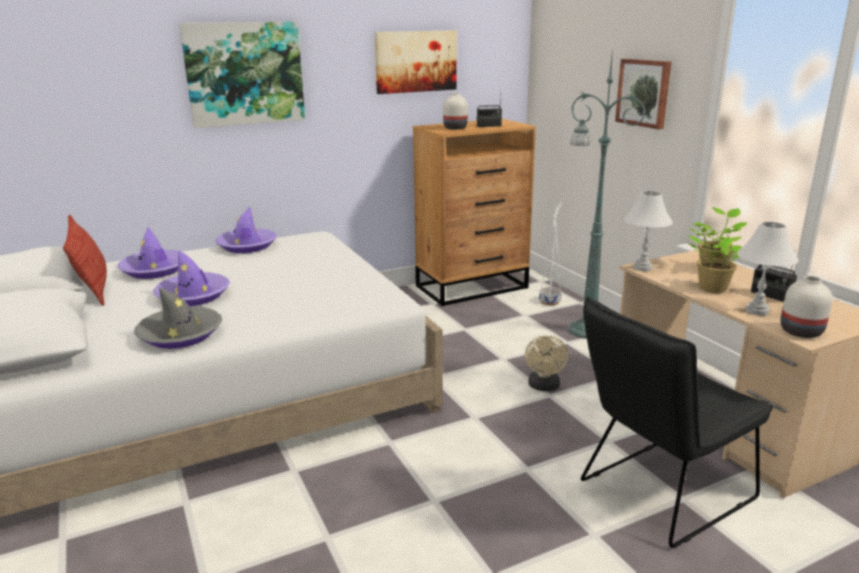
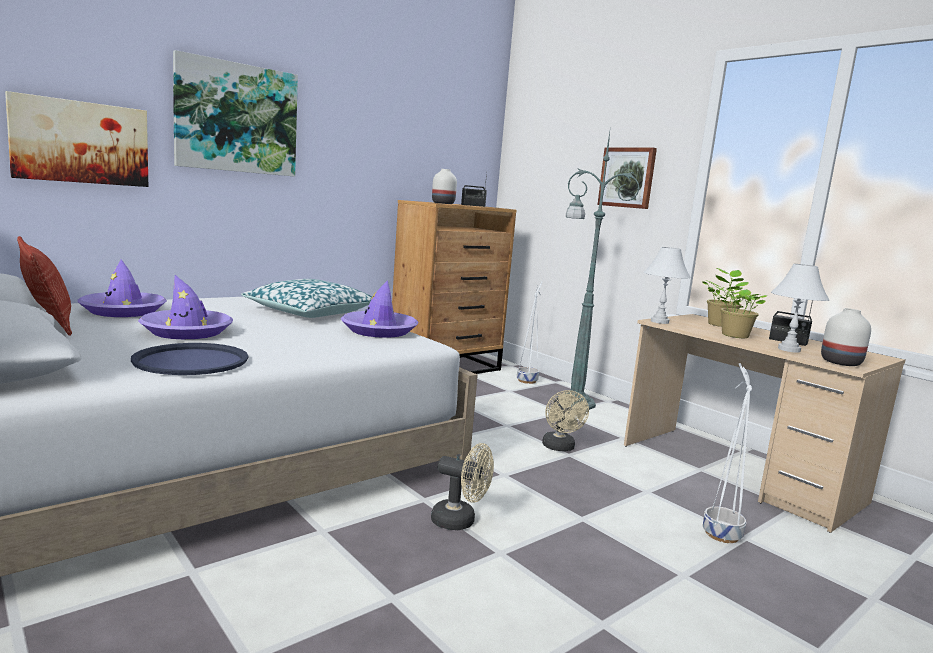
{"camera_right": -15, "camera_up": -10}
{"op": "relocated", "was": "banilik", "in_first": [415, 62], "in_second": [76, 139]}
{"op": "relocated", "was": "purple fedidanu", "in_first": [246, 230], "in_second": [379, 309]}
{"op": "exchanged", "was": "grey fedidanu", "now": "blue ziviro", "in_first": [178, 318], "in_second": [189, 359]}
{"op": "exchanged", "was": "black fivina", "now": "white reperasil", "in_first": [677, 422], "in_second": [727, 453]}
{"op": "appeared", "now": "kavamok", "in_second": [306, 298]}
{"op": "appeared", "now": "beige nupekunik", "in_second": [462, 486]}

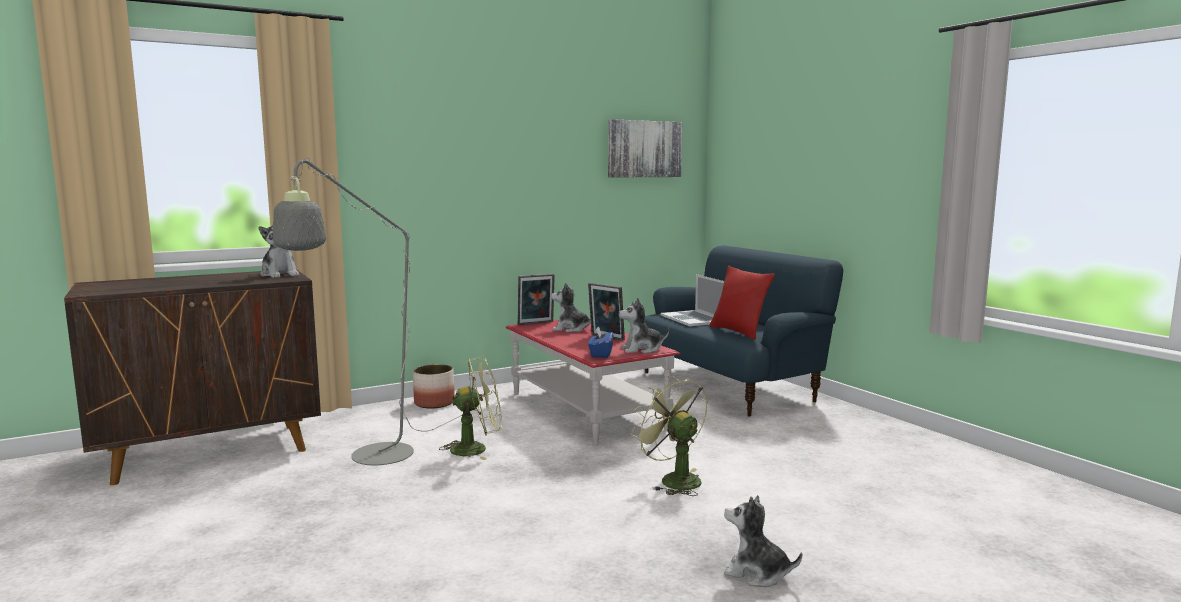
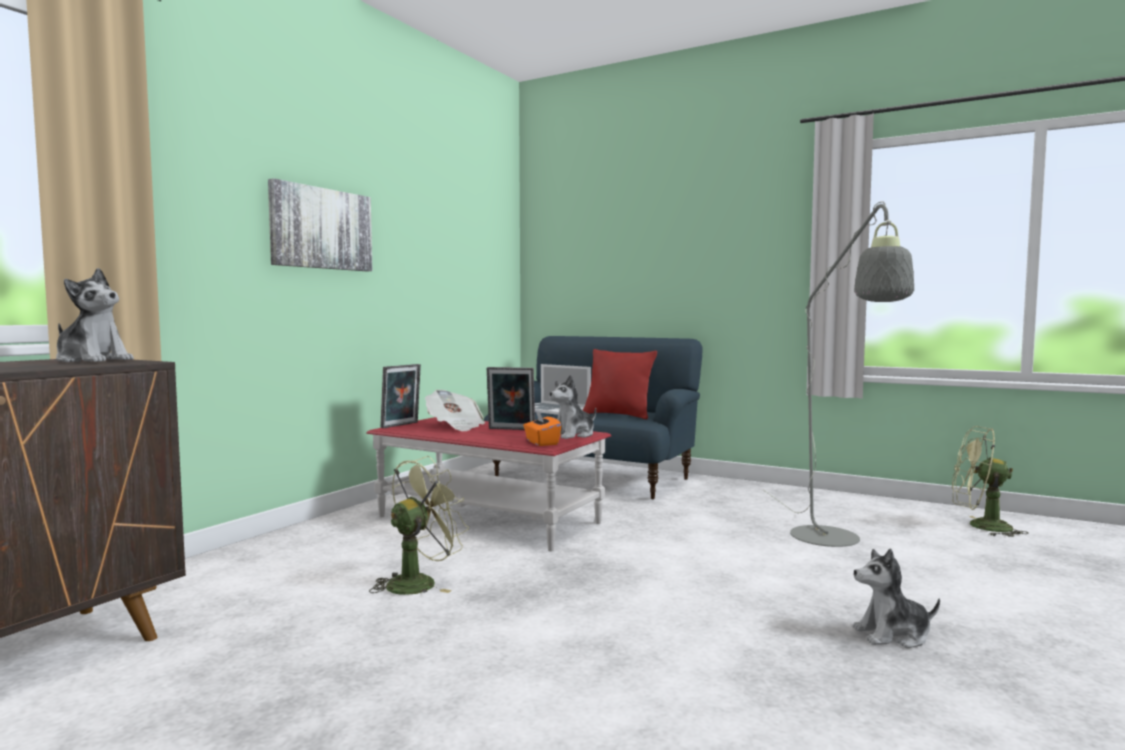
{"camera_right": -30, "camera_up": -5}
{"op": "relocated", "was": "banilik", "in_first": [645, 148], "in_second": [320, 224]}
{"op": "relocated", "was": "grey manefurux", "in_first": [376, 311], "in_second": [838, 374]}
{"op": "exchanged", "was": "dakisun", "now": "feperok", "in_first": [571, 307], "in_second": [455, 410]}
{"op": "colour", "was": "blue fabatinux", "now": "orange fabatinux", "in_first": [601, 342], "in_second": [542, 428]}
{"op": "missing", "was": "reperasil", "in_first": [434, 386]}
{"op": "relocated", "was": "green nupekunik", "in_first": [669, 436], "in_second": [990, 481]}

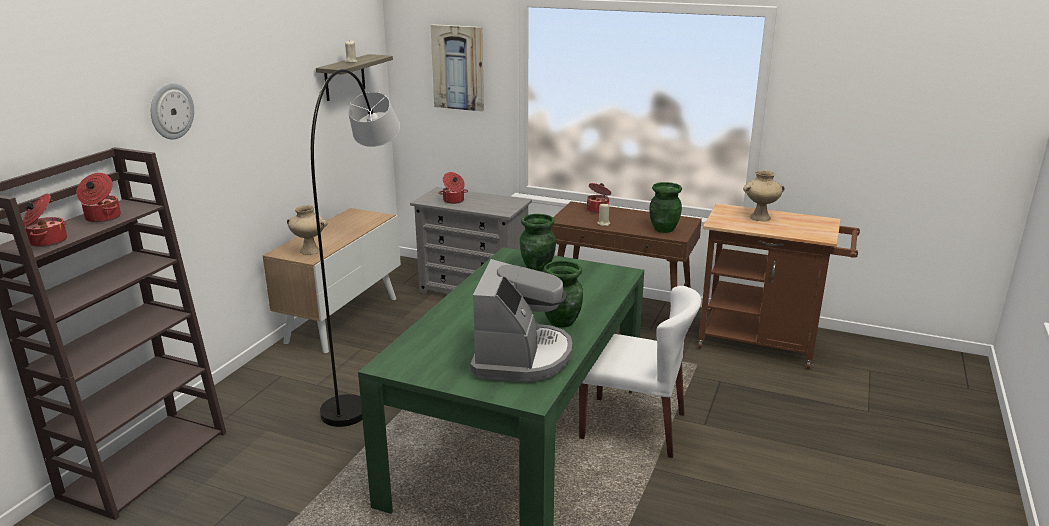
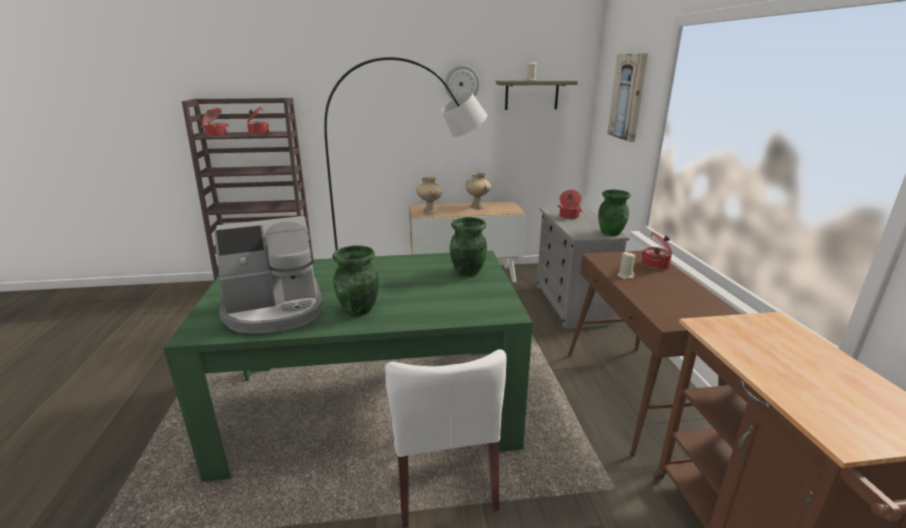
{"camera_right": 60, "camera_up": 0}
{"op": "relocated", "was": "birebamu", "in_first": [172, 111], "in_second": [462, 82]}
{"op": "relocated", "was": "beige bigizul", "in_first": [764, 196], "in_second": [478, 191]}
{"op": "relocated", "was": "green bigizul", "in_first": [665, 207], "in_second": [614, 213]}

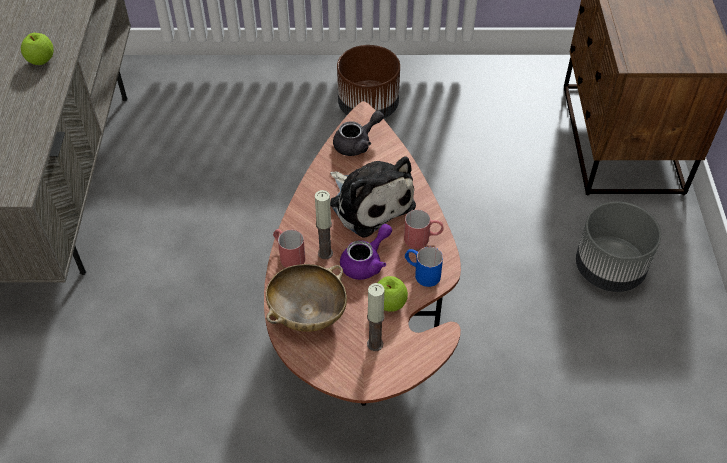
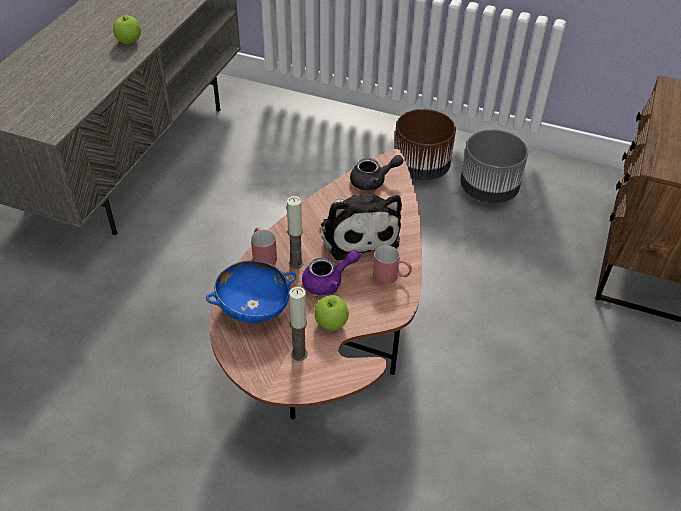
{"camera_right": 20, "camera_up": -5}
{"op": "relocated", "was": "grey reperasil", "in_first": [618, 246], "in_second": [494, 166]}
{"op": "missing", "was": "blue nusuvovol", "in_first": [424, 267]}
{"op": "colour", "was": "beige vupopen", "now": "blue vupopen", "in_first": [306, 298], "in_second": [251, 291]}

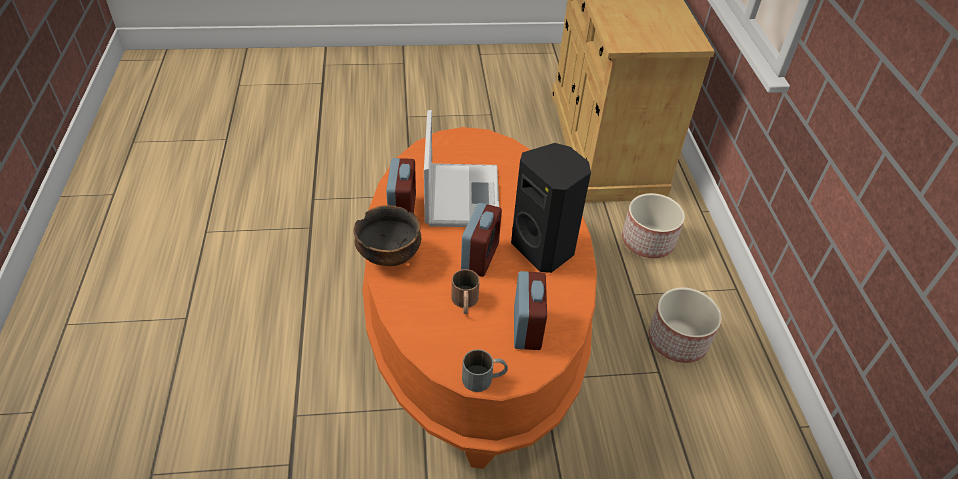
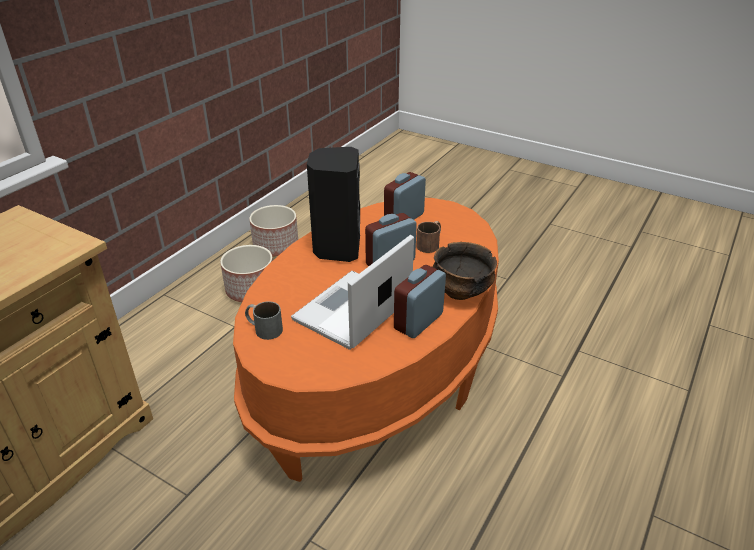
{"camera_right": -140, "camera_up": -10}
{"op": "relocated", "was": "reperasil", "in_first": [653, 225], "in_second": [273, 231]}
{"op": "relocated", "was": "grey nusuvovol", "in_first": [485, 370], "in_second": [264, 320]}

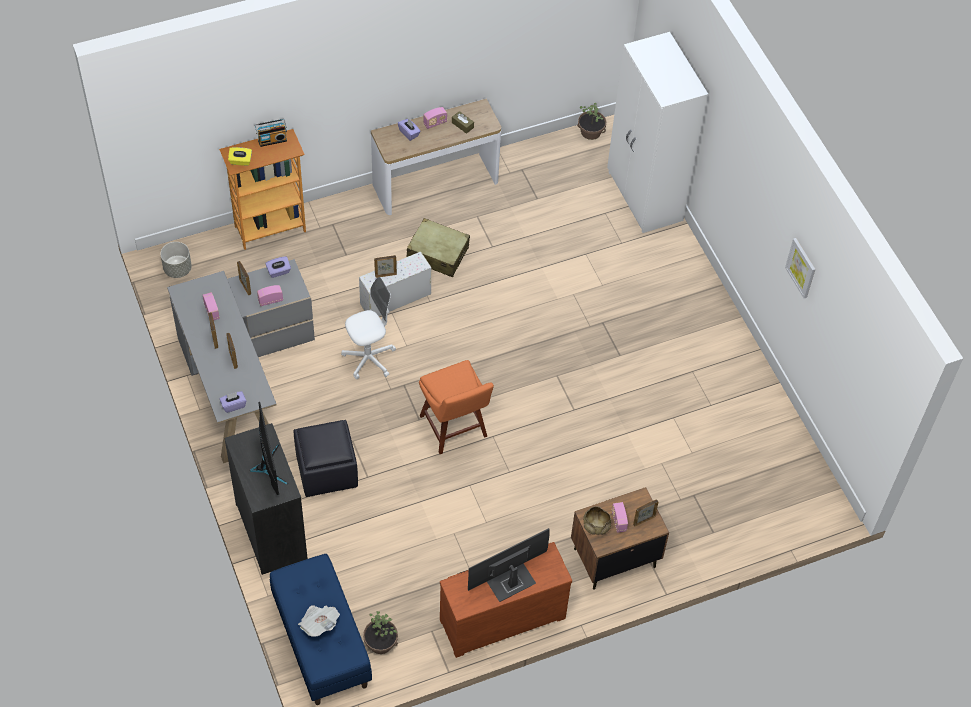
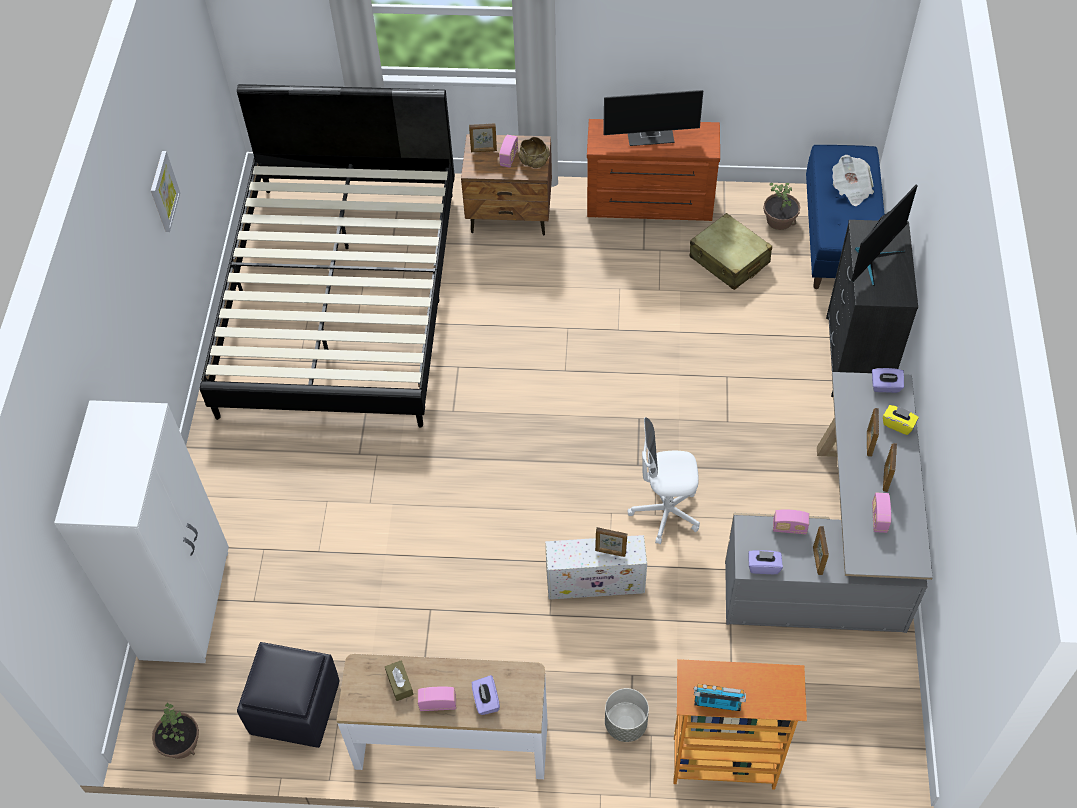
{"camera_right": -150, "camera_up": 0}
{"op": "relocated", "was": "yellow fabatinux", "in_first": [240, 156], "in_second": [901, 420]}
{"op": "relocated", "was": "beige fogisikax", "in_first": [438, 247], "in_second": [731, 251]}
{"op": "relocated", "was": "grey reperasil", "in_first": [176, 260], "in_second": [627, 715]}
{"op": "missing", "was": "orange fivina", "in_first": [456, 407]}
{"op": "spun", "was": "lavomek", "in_first": [269, 448], "in_second": [884, 235], "clockwise": -150}
{"op": "relocated", "was": "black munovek", "in_first": [326, 458], "in_second": [288, 695]}
{"op": "appeared", "now": "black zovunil", "in_second": [327, 256]}

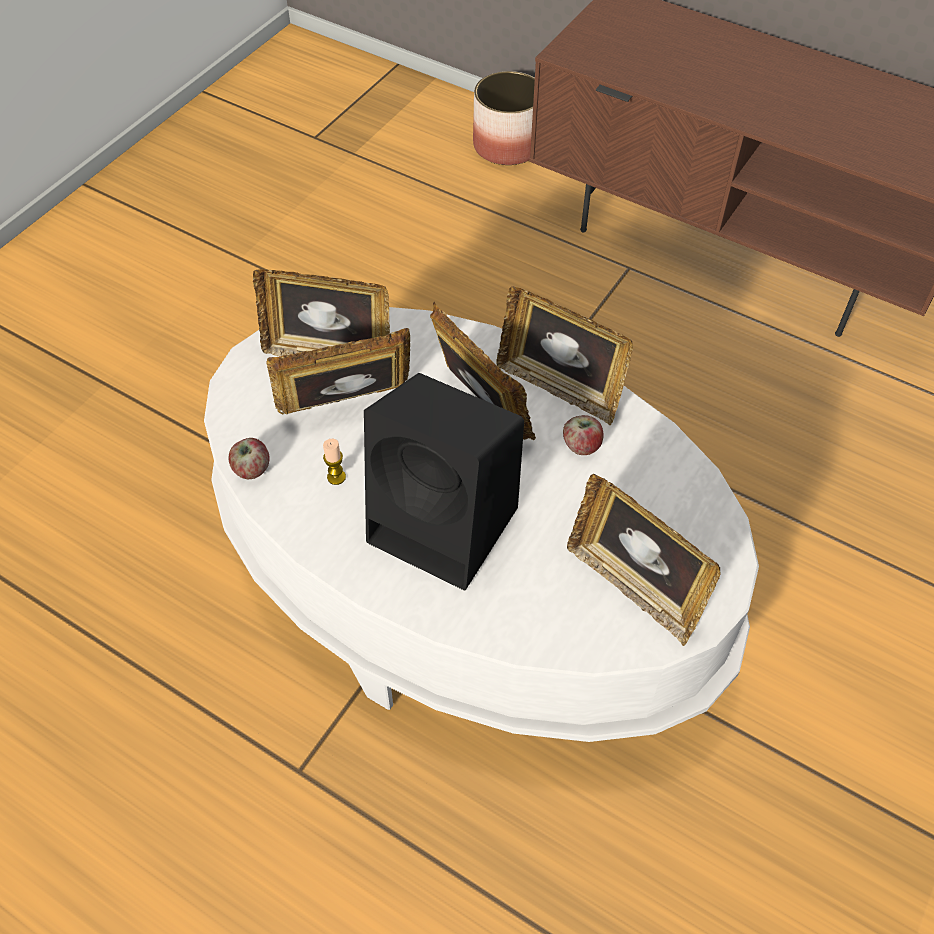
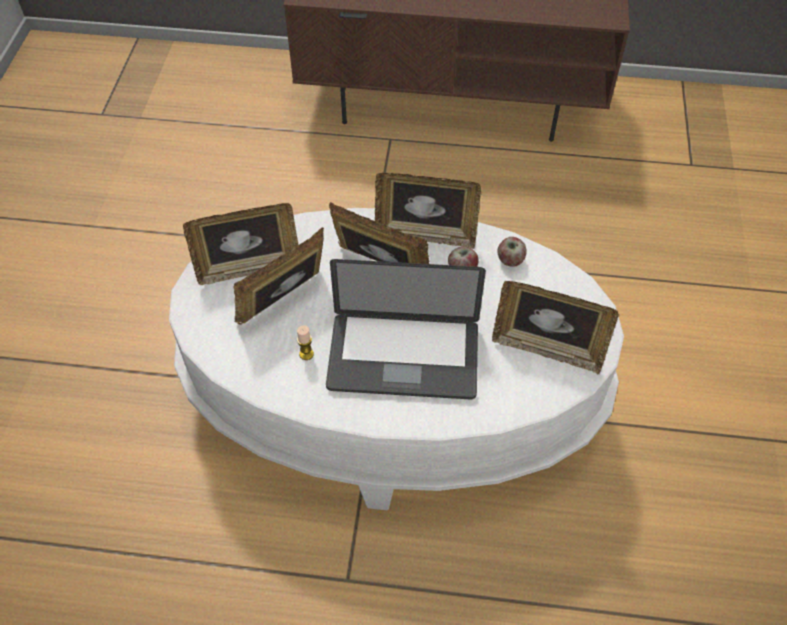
{"camera_right": -25, "camera_up": 0}
{"op": "missing", "was": "reperasil", "in_first": [504, 118]}
{"op": "exchanged", "was": "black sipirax", "now": "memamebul", "in_first": [444, 481], "in_second": [406, 329]}
{"op": "relocated", "was": "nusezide", "in_first": [249, 458], "in_second": [512, 252]}

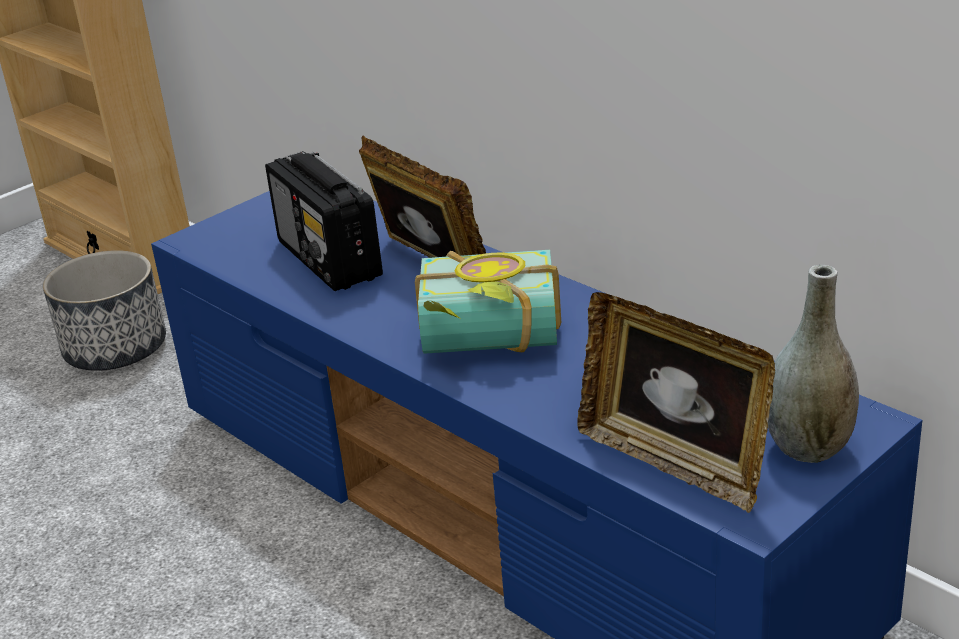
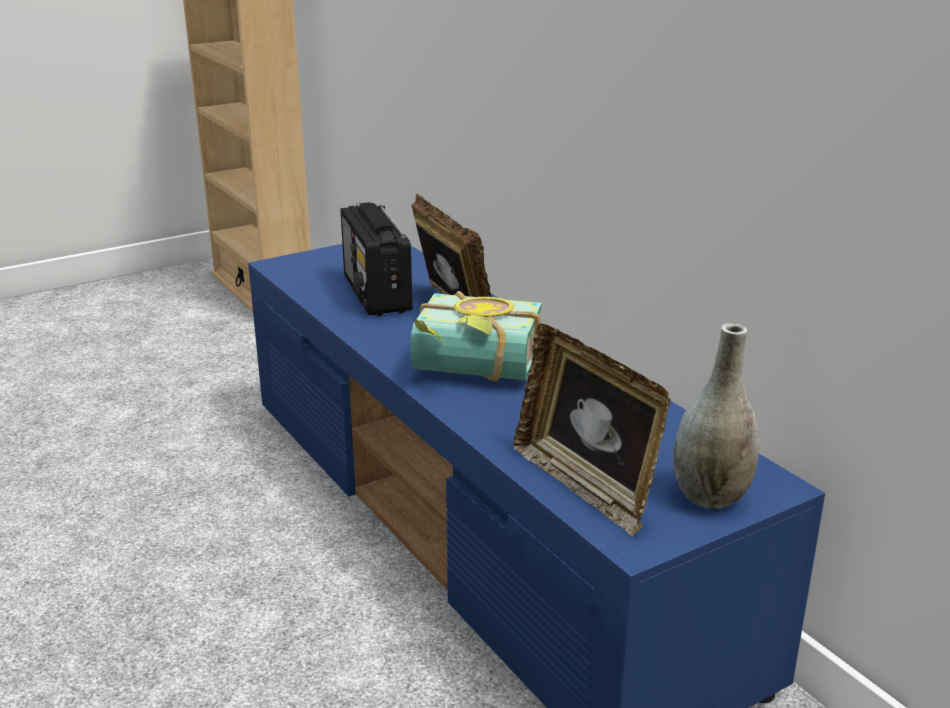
{"camera_right": 10, "camera_up": -5}
{"op": "missing", "was": "reperasil", "in_first": [104, 310]}

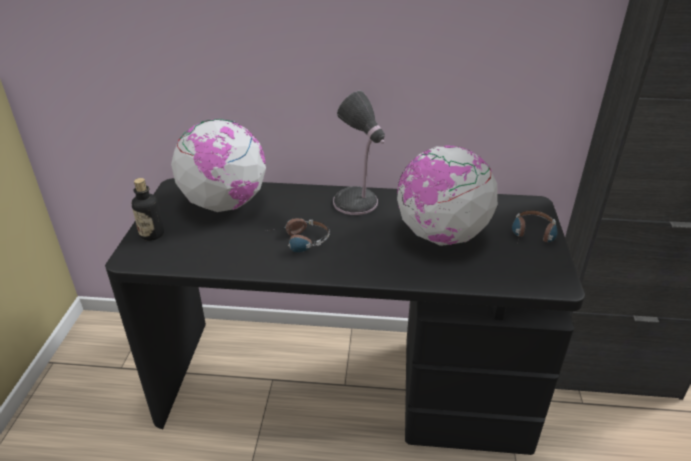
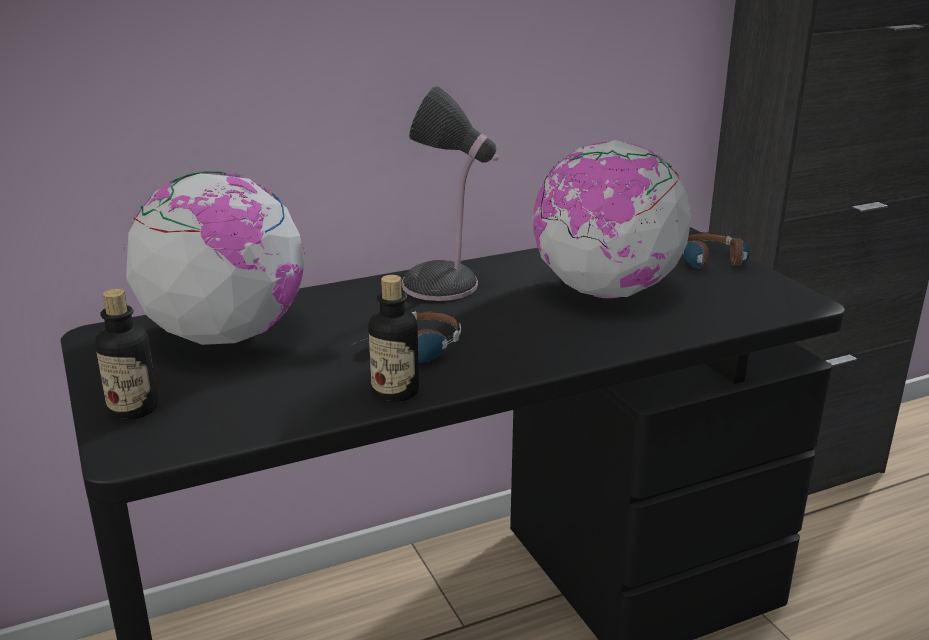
{"camera_right": -30, "camera_up": -10}
{"op": "appeared", "now": "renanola", "in_second": [393, 338]}

